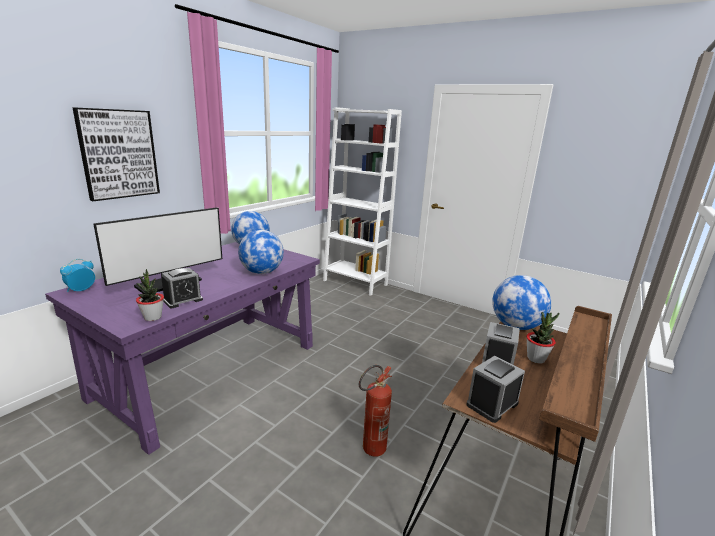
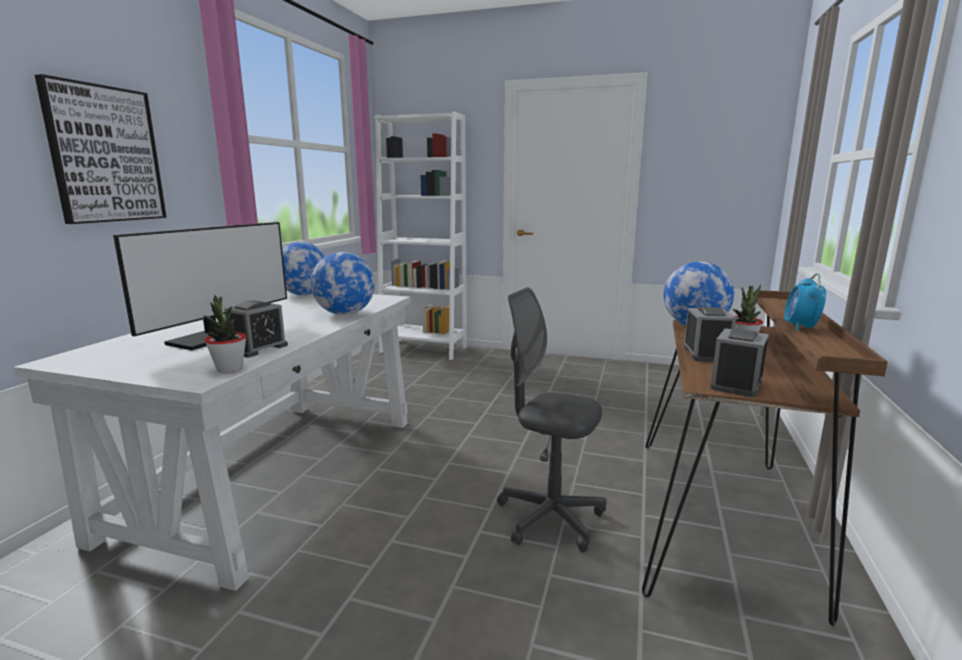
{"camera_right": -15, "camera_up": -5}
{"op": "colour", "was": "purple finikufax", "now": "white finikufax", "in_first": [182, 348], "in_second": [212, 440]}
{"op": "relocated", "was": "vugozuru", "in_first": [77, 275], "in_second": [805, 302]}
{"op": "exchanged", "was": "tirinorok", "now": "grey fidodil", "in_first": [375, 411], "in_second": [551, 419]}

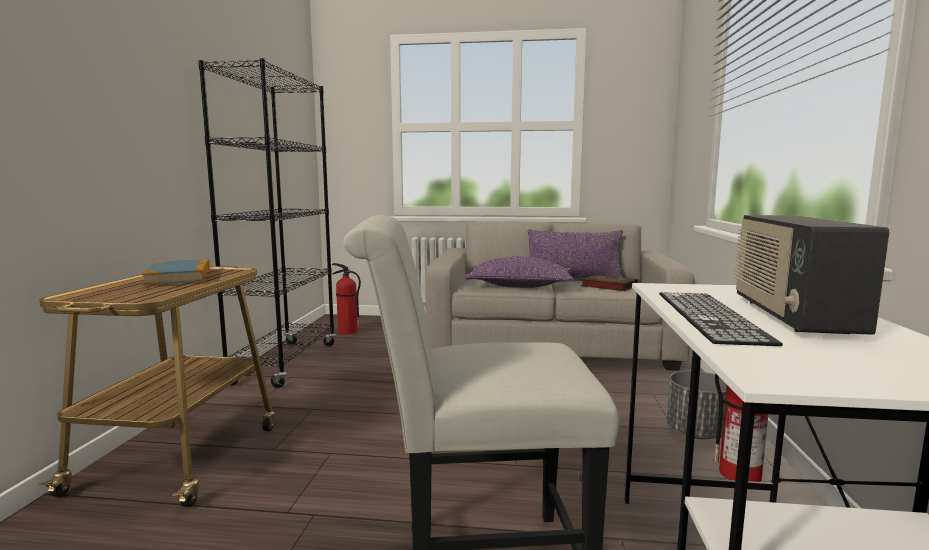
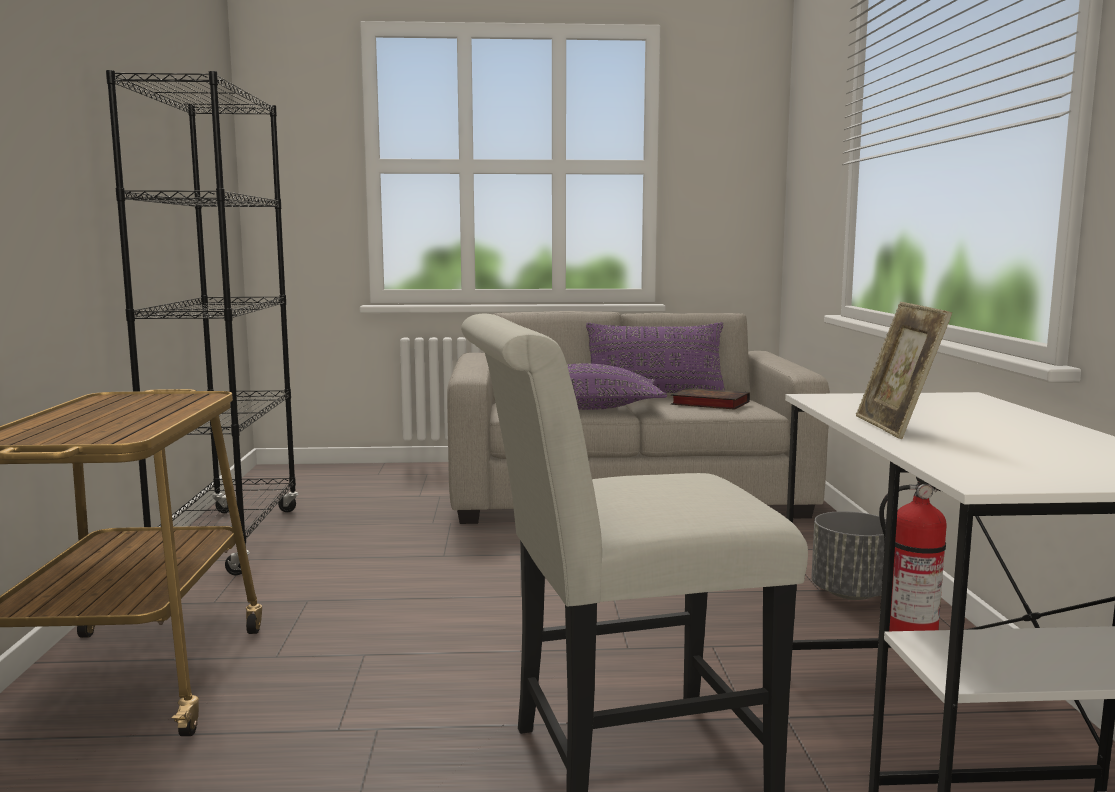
{"camera_right": -10, "camera_up": 0}
{"op": "missing", "was": "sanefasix", "in_first": [812, 275]}
{"op": "missing", "was": "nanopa", "in_first": [176, 272]}
{"op": "missing", "was": "tirinorok", "in_first": [346, 298]}
{"op": "exchanged", "was": "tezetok", "now": "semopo", "in_first": [721, 319], "in_second": [904, 370]}

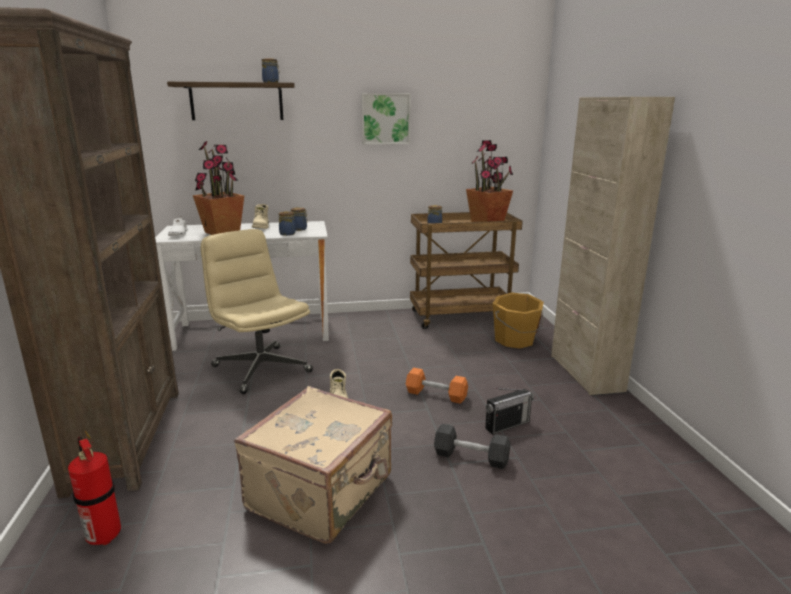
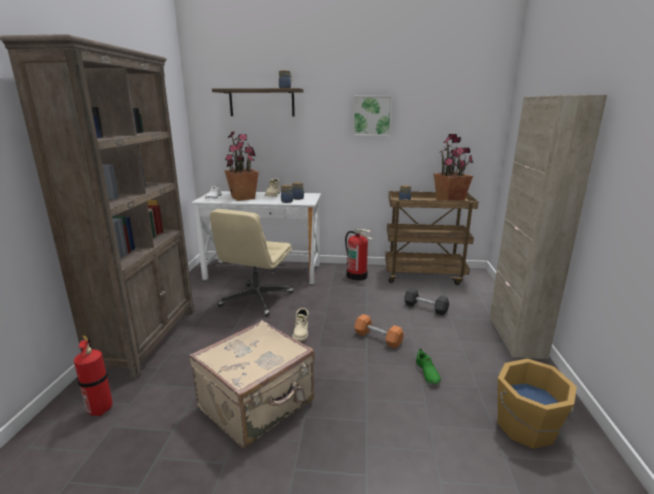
{"camera_right": 15, "camera_up": 0}
{"op": "spun", "was": "beige fidodil", "in_first": [257, 311], "in_second": [251, 262], "clockwise": -135}
{"op": "relocated", "was": "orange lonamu", "in_first": [518, 321], "in_second": [537, 403]}
{"op": "exchanged", "was": "sanefasix", "now": "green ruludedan", "in_first": [509, 411], "in_second": [428, 366]}
{"op": "relocated", "was": "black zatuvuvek", "in_first": [472, 446], "in_second": [426, 302]}
{"op": "appeared", "now": "tirinorok", "in_second": [358, 255]}

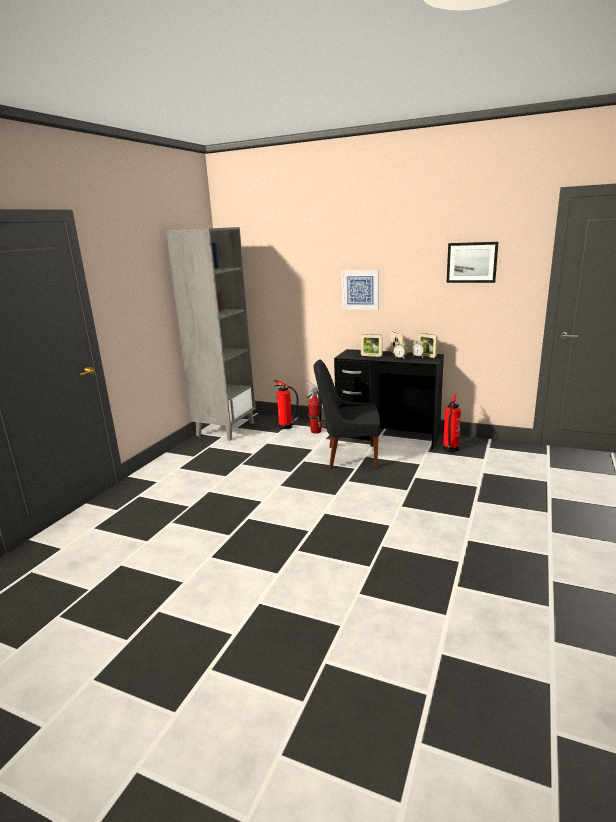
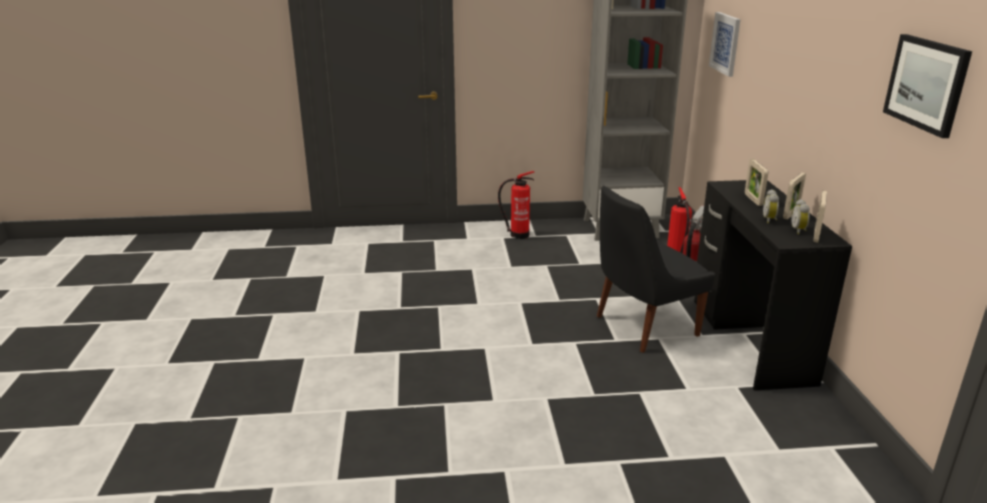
{"camera_right": 60, "camera_up": 5}
{"op": "relocated", "was": "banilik", "in_first": [360, 290], "in_second": [725, 44]}
{"op": "spun", "was": "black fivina", "in_first": [347, 414], "in_second": [656, 269], "clockwise": -90}
{"op": "relocated", "was": "tirinorok", "in_first": [452, 423], "in_second": [516, 205]}

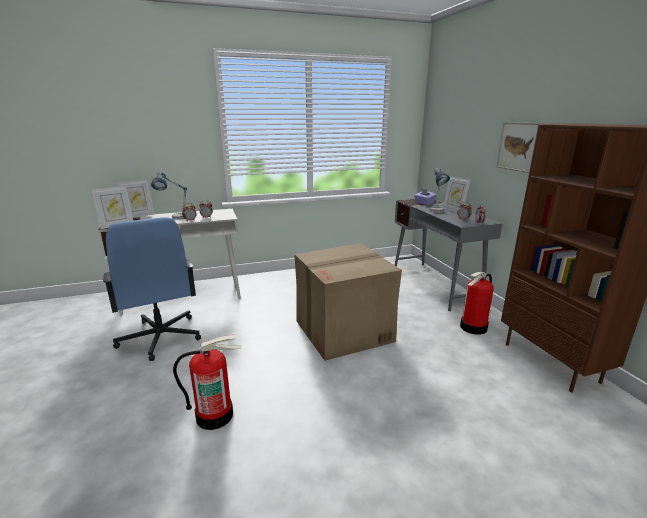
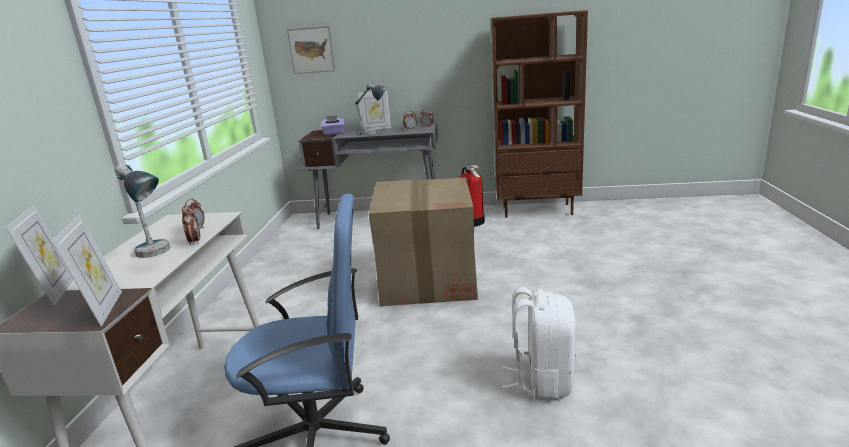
{"camera_right": -65, "camera_up": 0}
{"op": "relocated", "was": "banilik", "in_first": [518, 147], "in_second": [311, 50]}
{"op": "exchanged", "was": "tirinorok", "now": "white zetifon", "in_first": [207, 382], "in_second": [539, 343]}

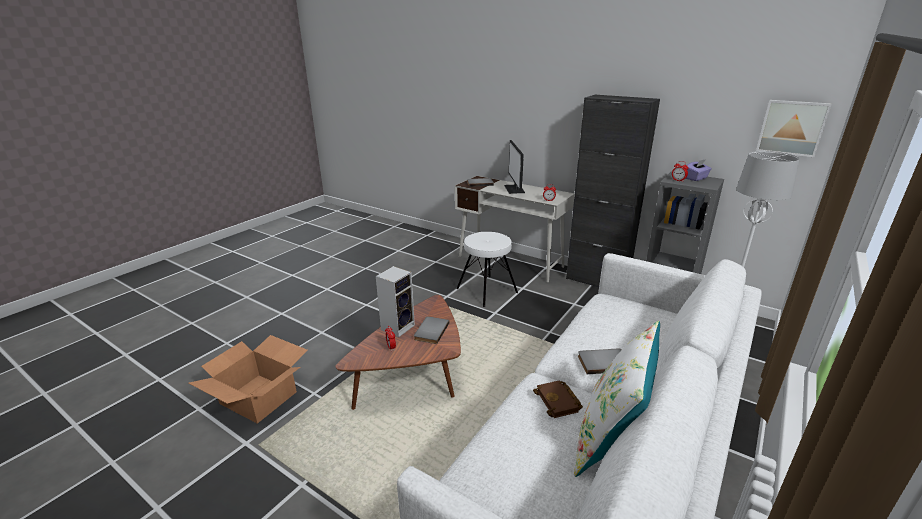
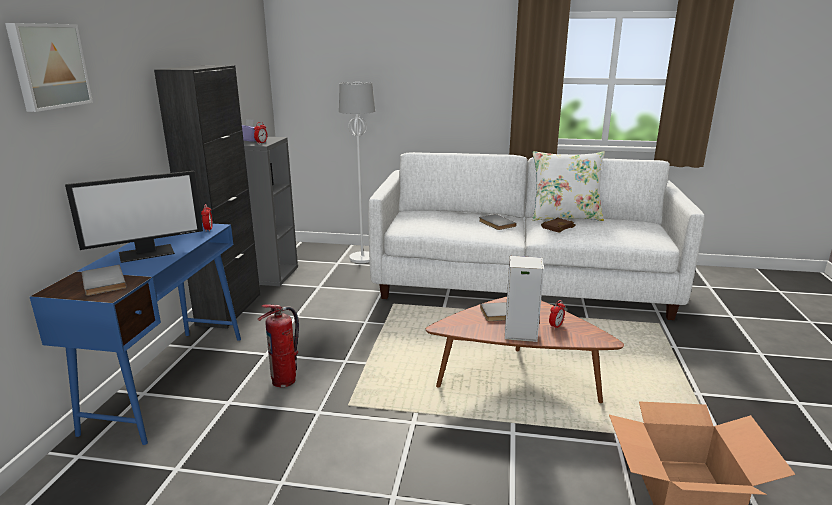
{"camera_right": -115, "camera_up": -5}
{"op": "relocated", "was": "banilik", "in_first": [794, 128], "in_second": [49, 67]}
{"op": "colour", "was": "white finikufax", "now": "blue finikufax", "in_first": [515, 229], "in_second": [135, 334]}
{"op": "exchanged", "was": "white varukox", "now": "tirinorok", "in_first": [487, 269], "in_second": [278, 345]}

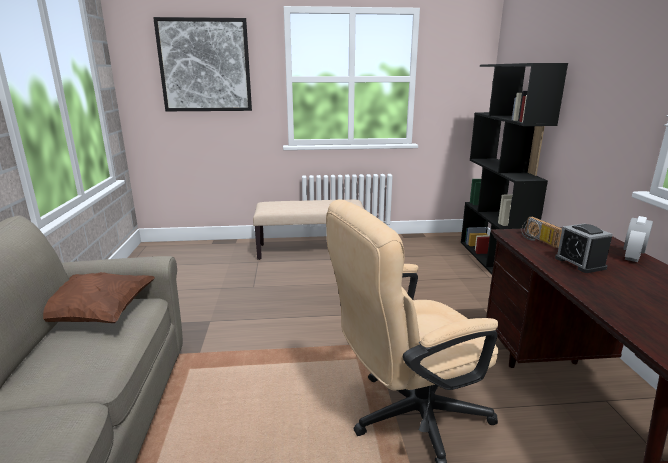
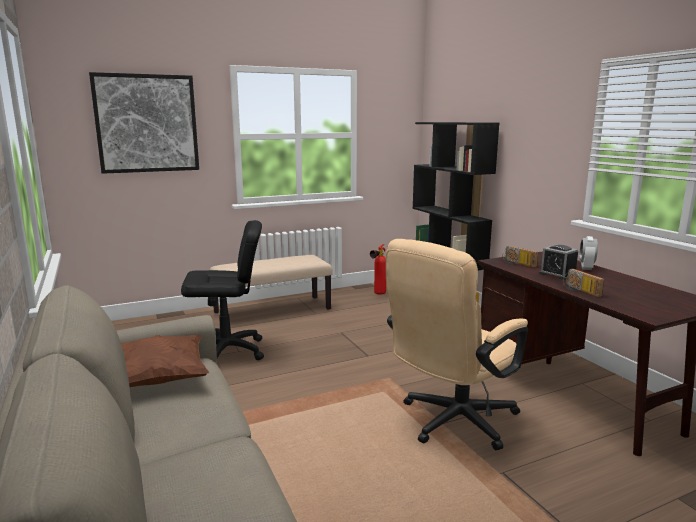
{"camera_right": -20, "camera_up": -5}
{"op": "appeared", "now": "black fidodil", "in_second": [222, 290]}
{"op": "appeared", "now": "tirinorok", "in_second": [378, 269]}
{"op": "appeared", "now": "sanefasix", "in_second": [583, 283]}

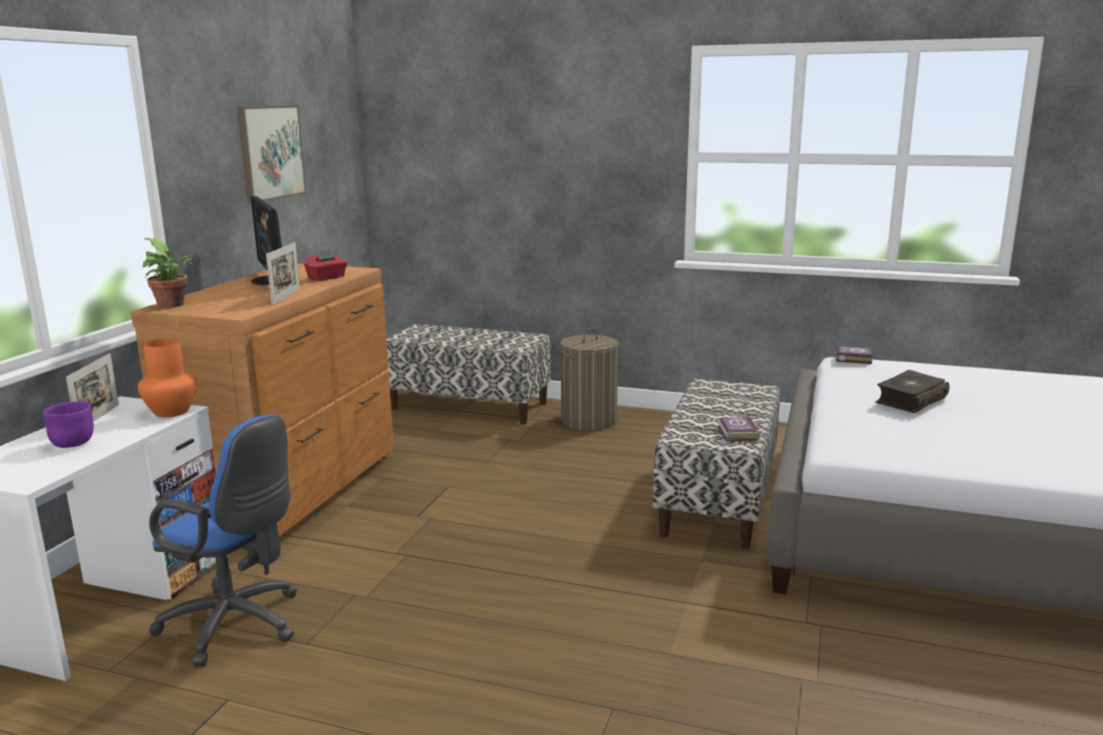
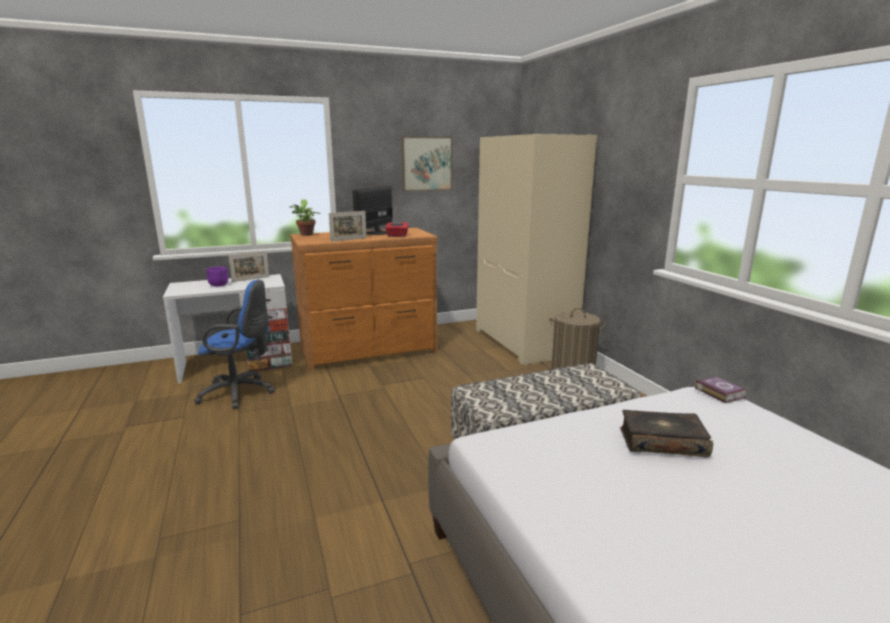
{"camera_right": 50, "camera_up": 0}
{"op": "exchanged", "was": "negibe", "now": "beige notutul", "in_first": [469, 374], "in_second": [536, 250]}
{"op": "missing", "was": "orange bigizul", "in_first": [167, 377]}
{"op": "spun", "was": "blue fidodil", "in_first": [223, 540], "in_second": [234, 344], "clockwise": -75}
{"op": "missing", "was": "nanopa", "in_first": [739, 429]}

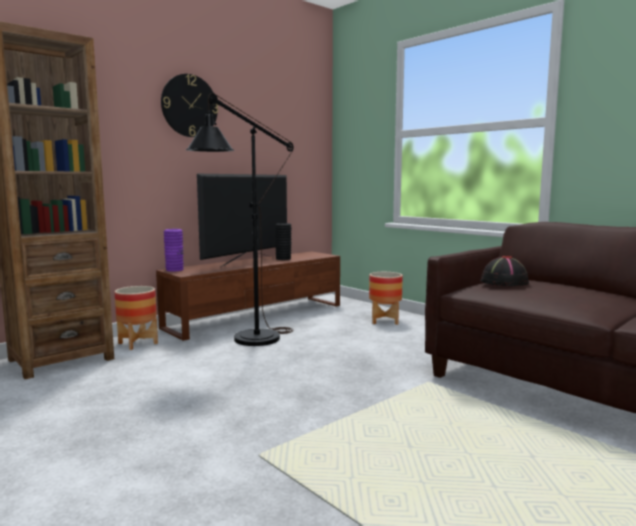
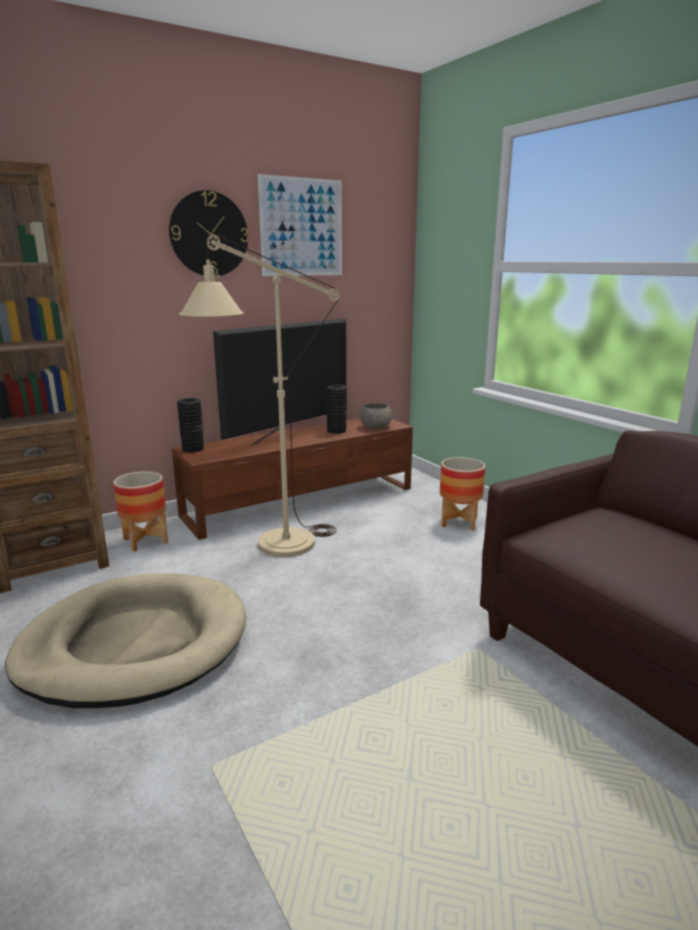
{"camera_right": 10, "camera_up": 10}
{"op": "colour", "was": "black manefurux", "now": "beige manefurux", "in_first": [240, 219], "in_second": [259, 395]}
{"op": "colour", "was": "purple bigizul", "now": "black bigizul", "in_first": [173, 250], "in_second": [190, 425]}
{"op": "missing", "was": "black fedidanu", "in_first": [504, 271]}
{"op": "appeared", "now": "banilik", "in_second": [299, 225]}
{"op": "appeared", "now": "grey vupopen", "in_second": [376, 416]}
{"op": "appeared", "now": "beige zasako", "in_second": [126, 640]}

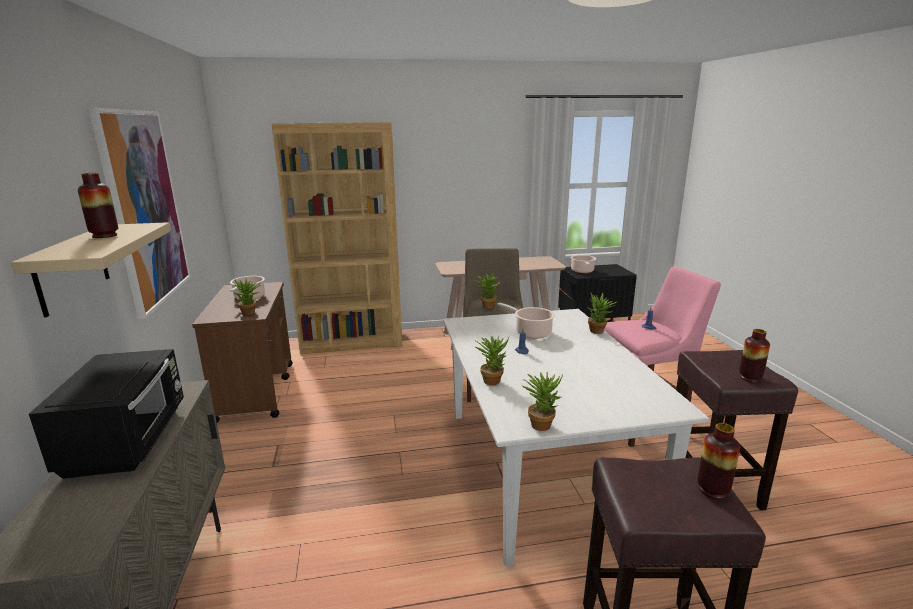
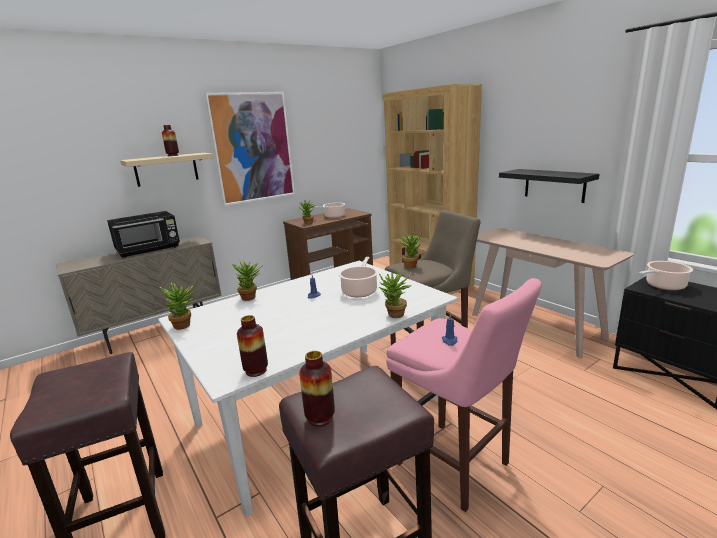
{"camera_right": 65, "camera_up": 0}
{"op": "relocated", "was": "bigizul", "in_first": [718, 461], "in_second": [252, 346]}
{"op": "appeared", "now": "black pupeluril", "in_second": [549, 186]}

